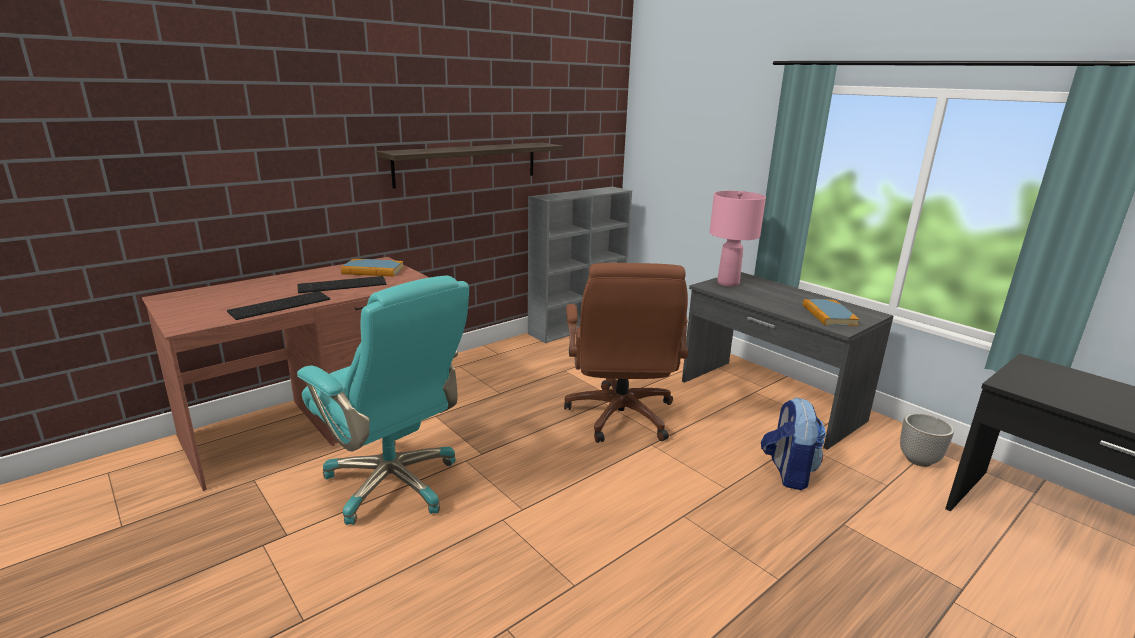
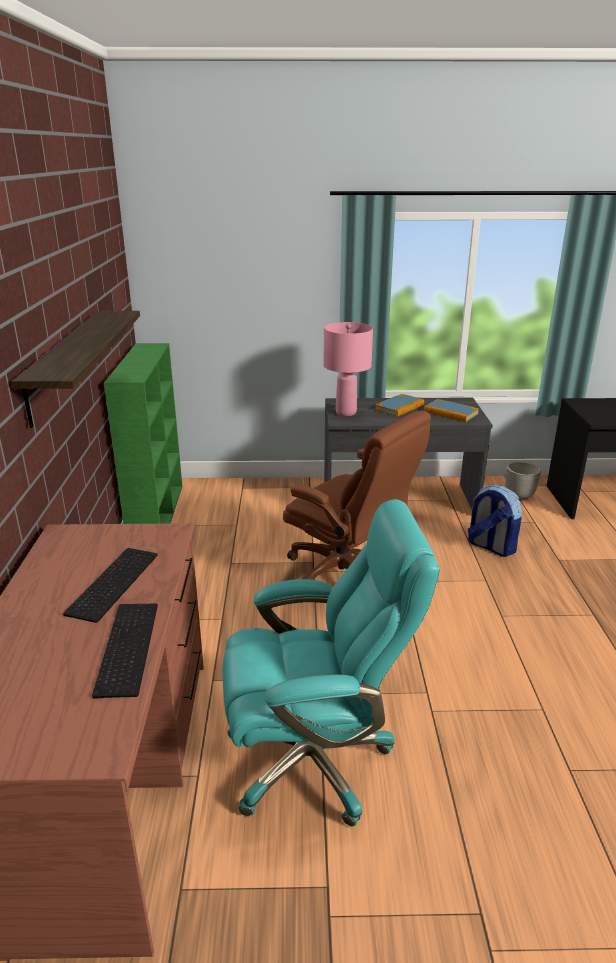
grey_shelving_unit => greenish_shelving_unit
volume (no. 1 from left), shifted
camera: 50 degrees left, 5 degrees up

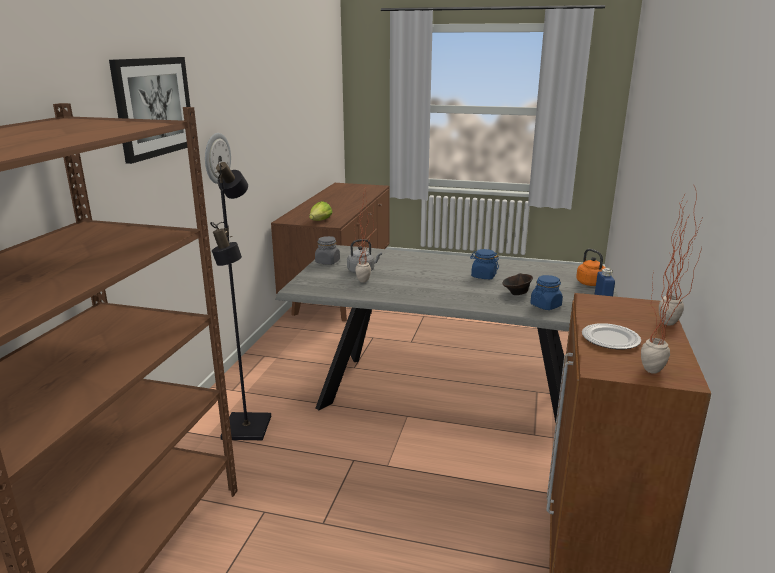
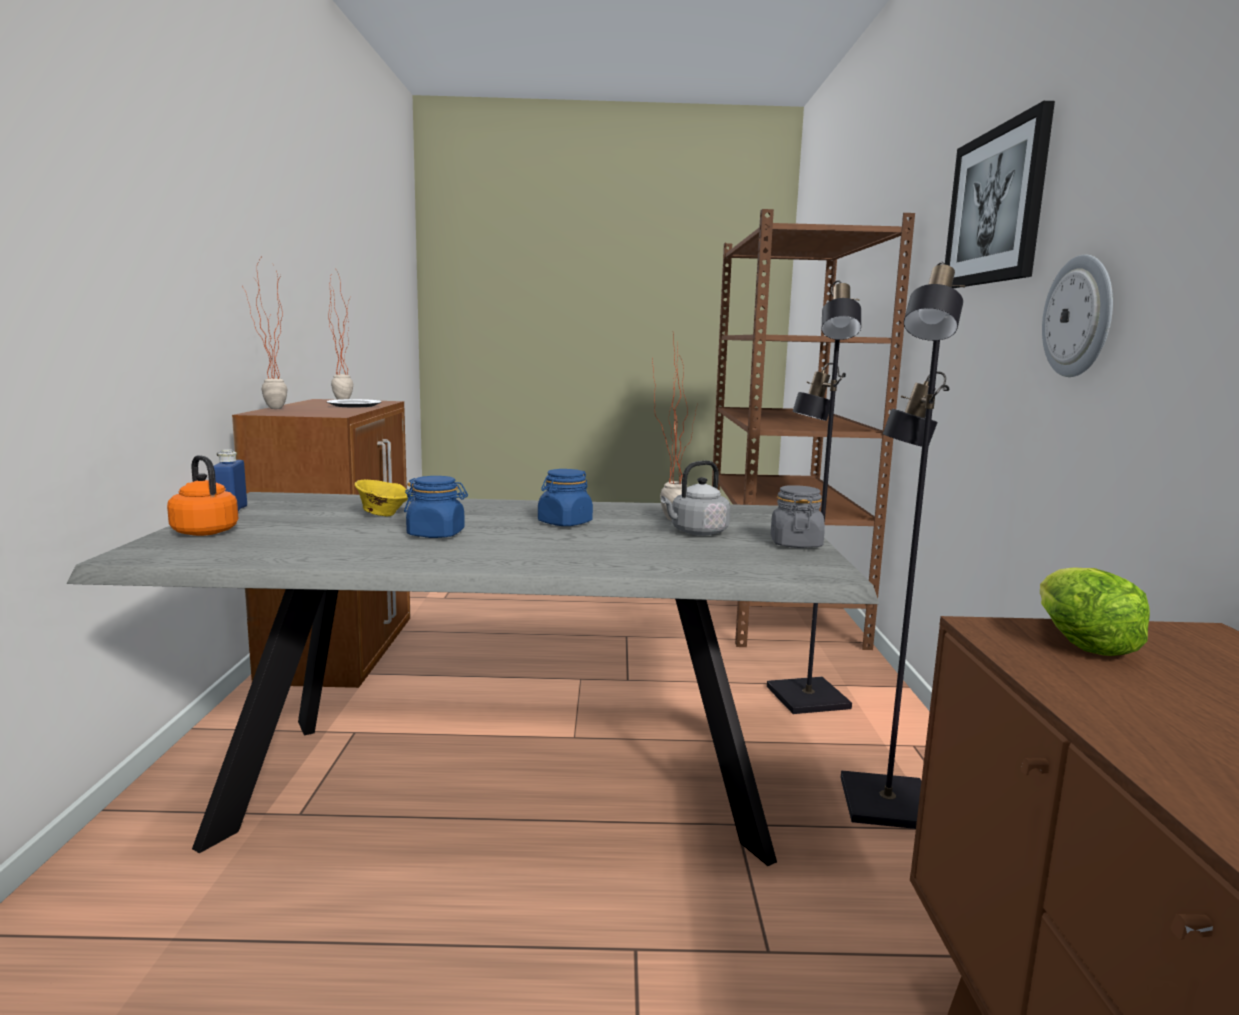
brown-coloured_bowl => yellow-coloured_bowl
blue-coloured_storage_jar (no. 2 from left), shifted
nothing => blackish_standard_lamp (no. 2 from left)
camera: 165 degrees right, 10 degrees down

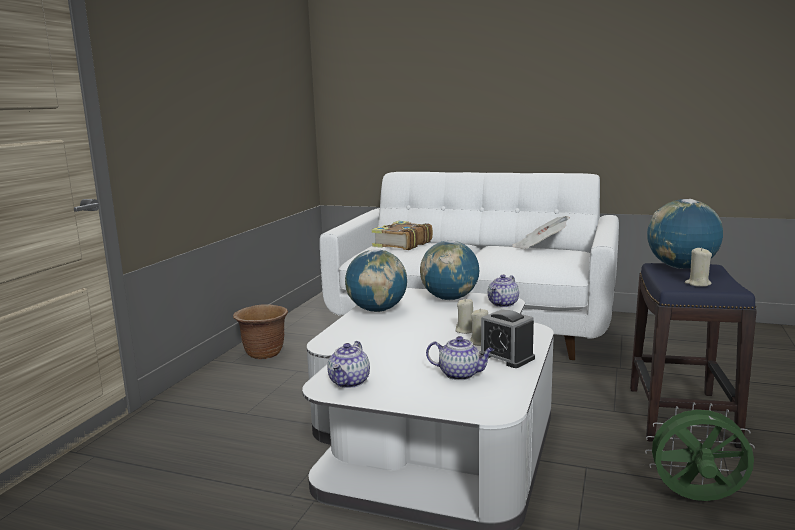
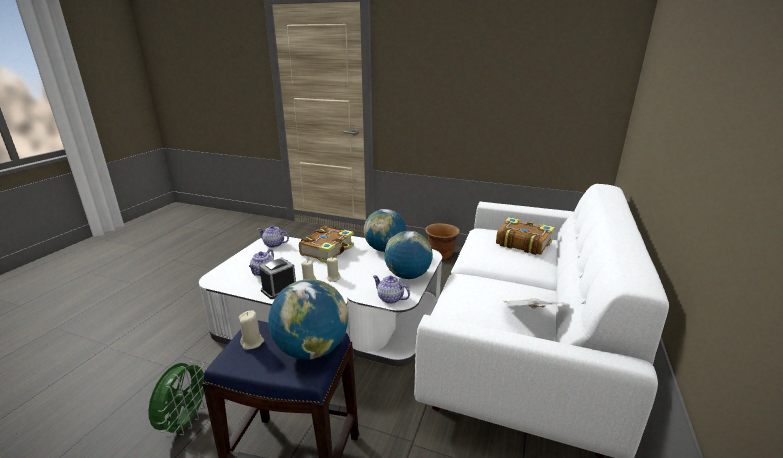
nothing => volume (no. 1 from left)
camera: 90 degrees right, 10 degrees up

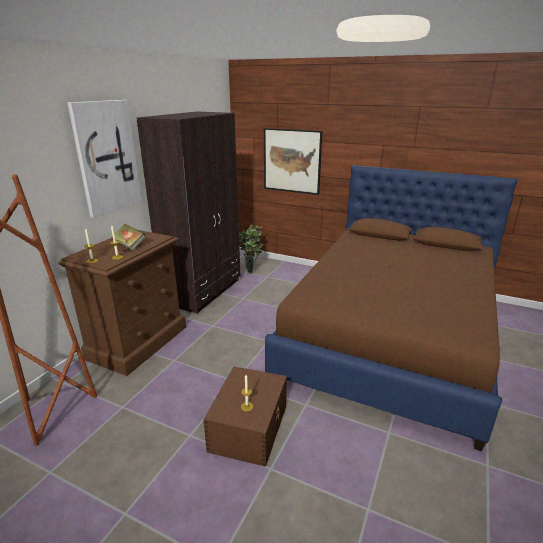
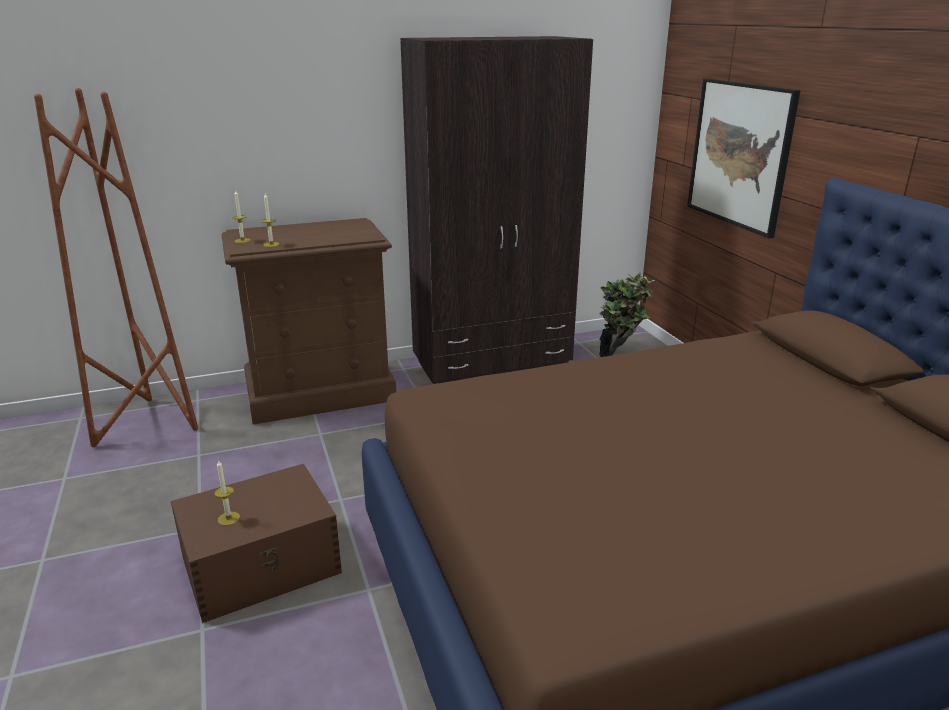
wall_picture (no. 1 from left) => nothing
volume => nothing
camera: 45 degrees right, 0 degrees up

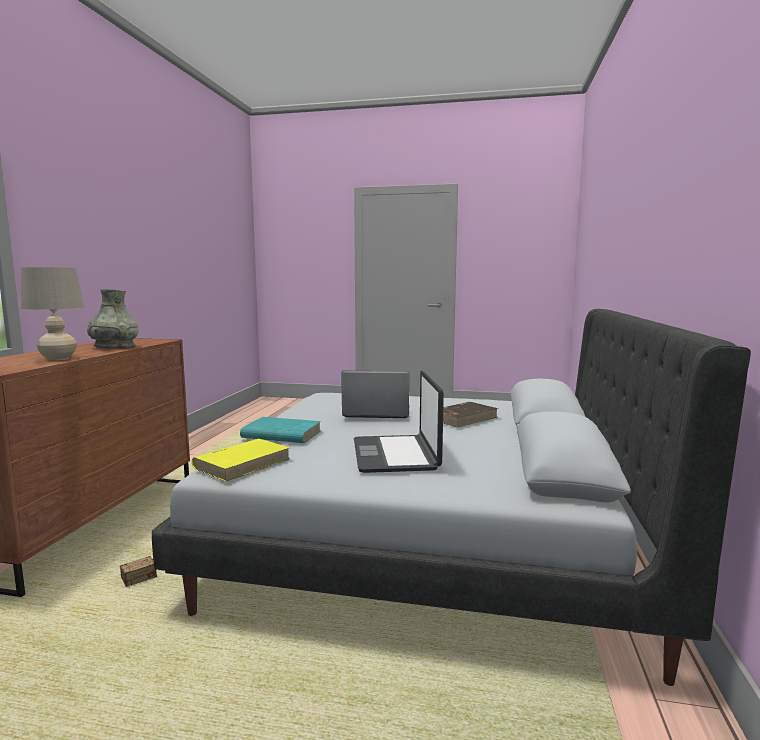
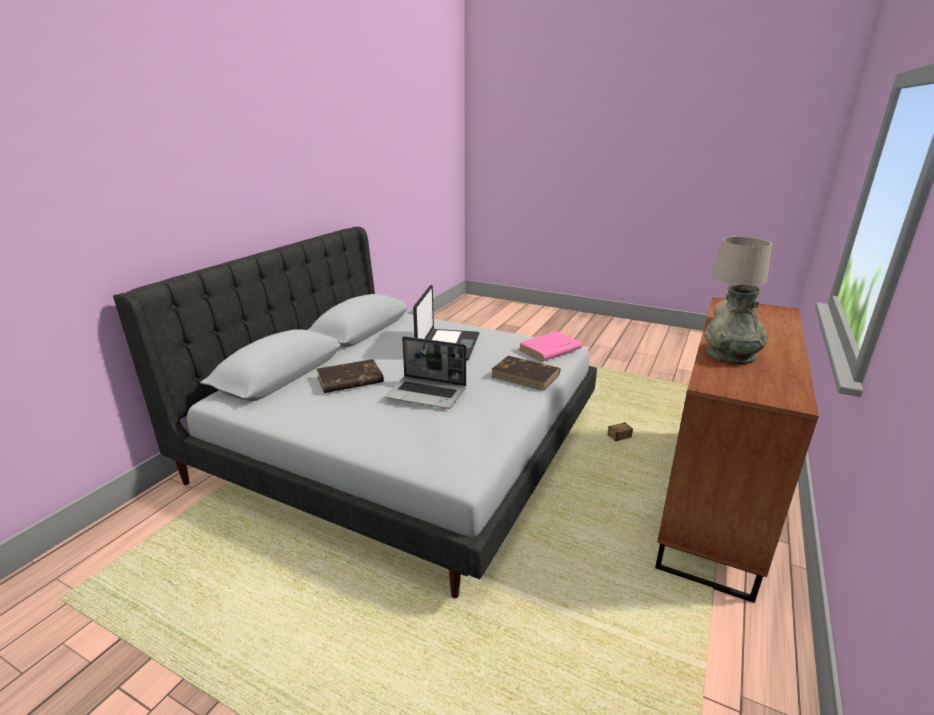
blue-green_volume => brown-coloured_volume (no. 2 from left)
yellow-coloured_volume => pinkish_volume
camera: 165 degrees left, 15 degrees up

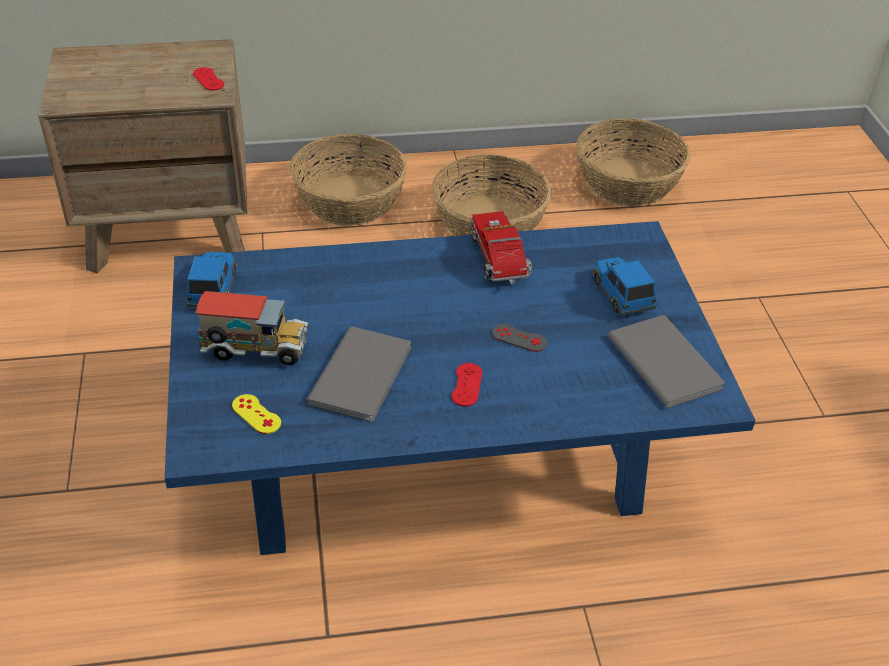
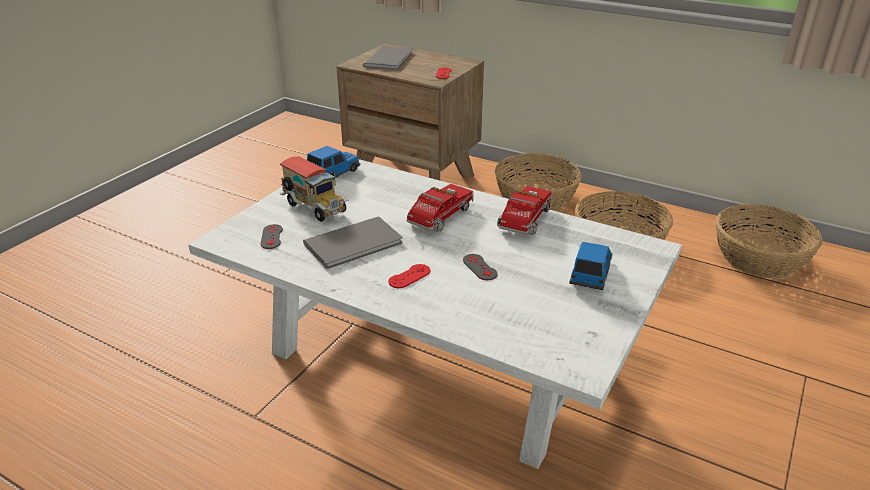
blue-coloured_coffee_table => white_coffee_table
grey_volume (no. 2 from left), shifted
yellow-coloured_game_controller => grey_game_controller (no. 1 from left)
nothing => toy_truck (no. 2 from left)
camera: 40 degrees right, 10 degrees down

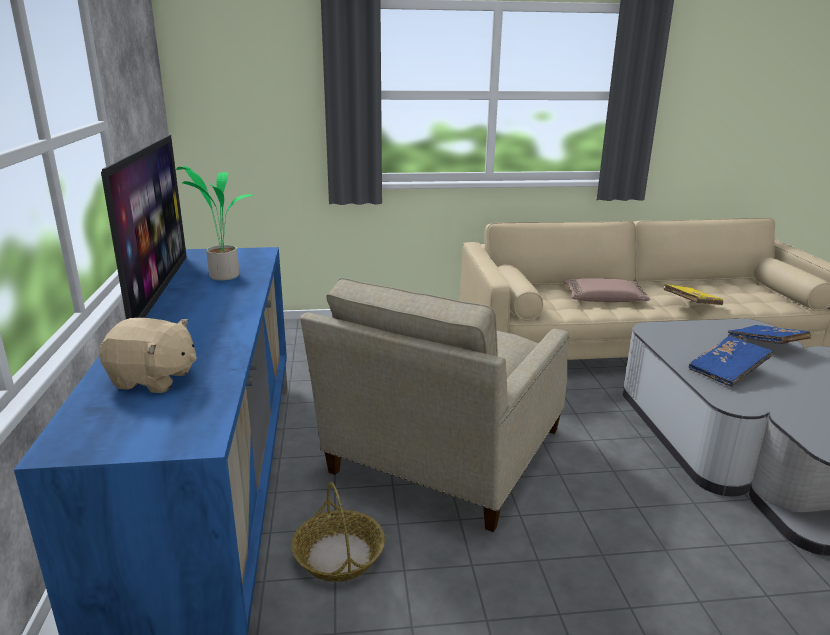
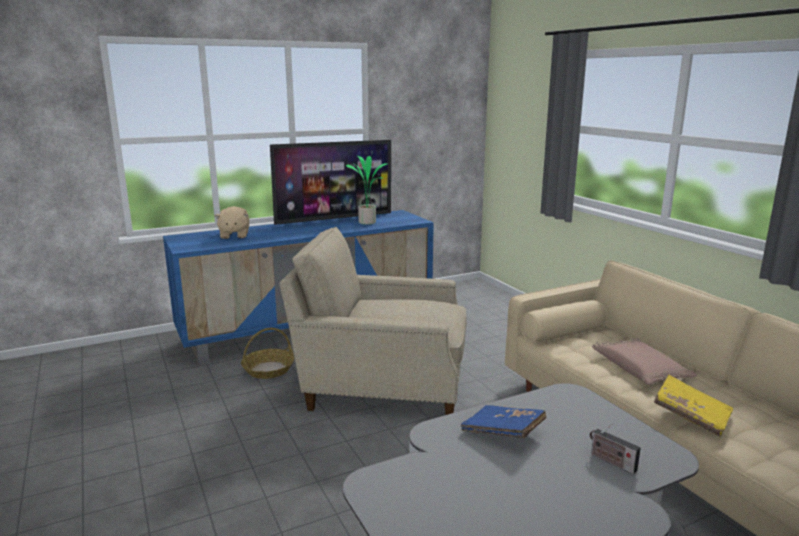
blue-coloured_volume (no. 2 from left) => radio_set
camera: 70 degrees right, 5 degrees down

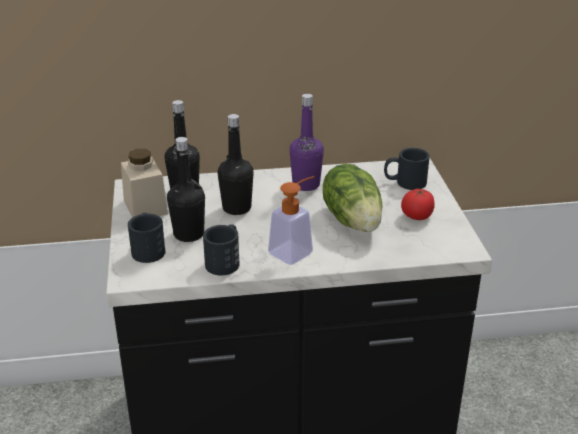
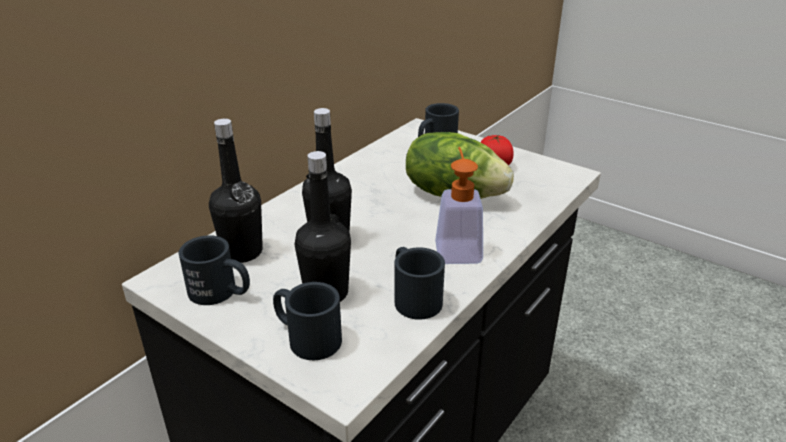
purplish_drink_bottle => nothing
sand-coloured_storage_jar => blackish_coffee_mug (no. 1 from left)
camera: 45 degrees left, 0 degrees up

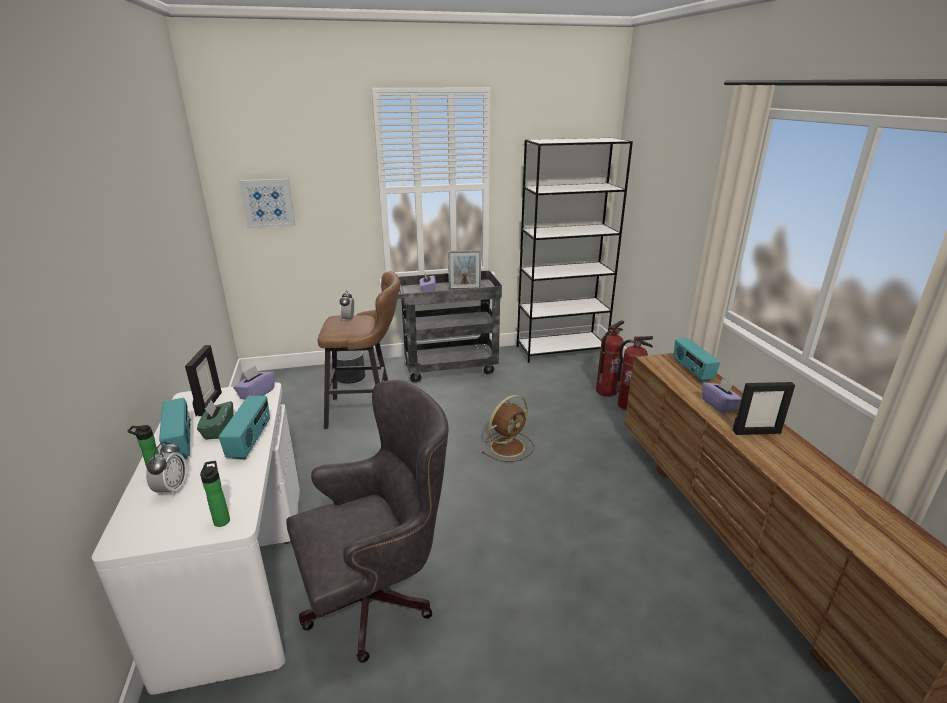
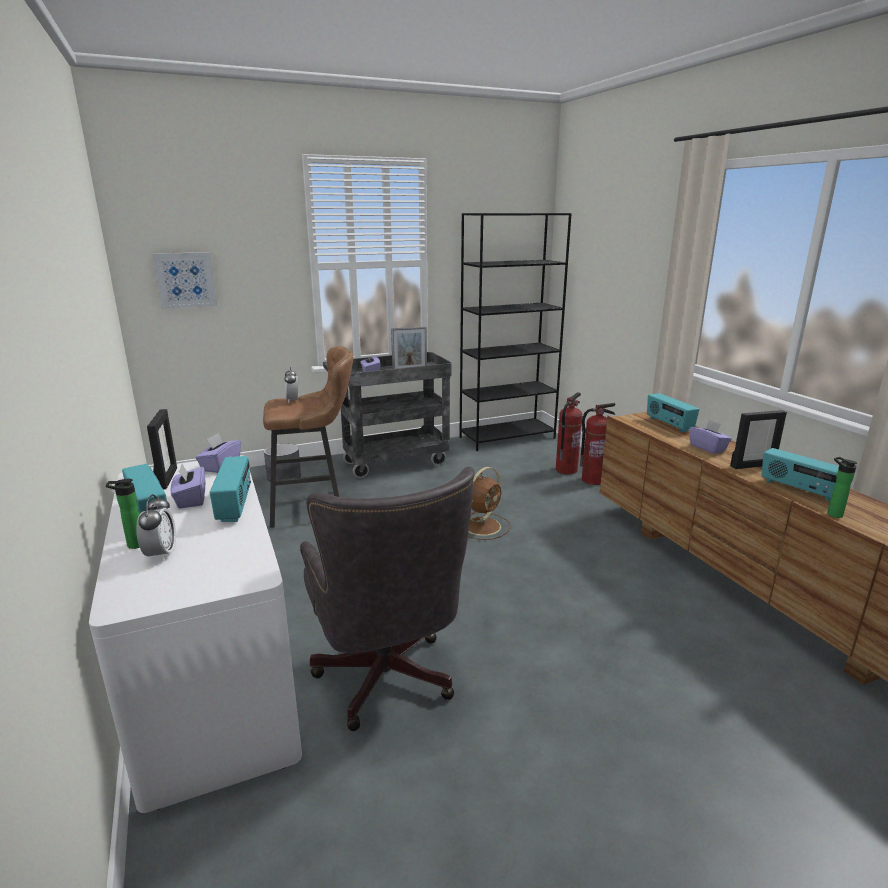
white_shelving_unit => blackish_shelving_unit
grey_office_chair, 105 degrees clockwise
greenish_tissue_holder => purplish_tissue_holder (no. 1 from left)
drink_bottle (no. 2 from left), shifted
nothing => radio_set (no. 4 from left)
camera: 10 degrees left, 5 degrees down

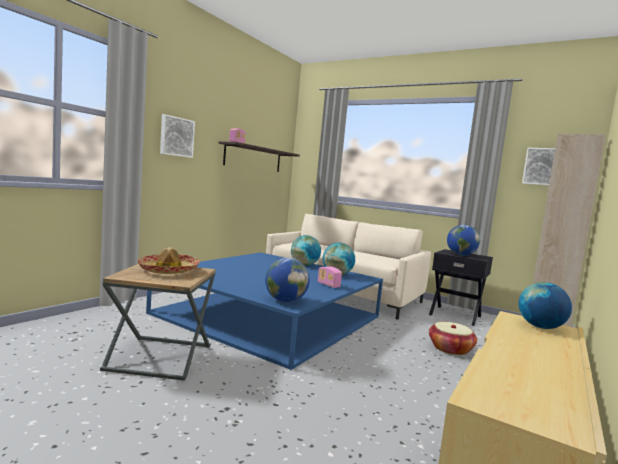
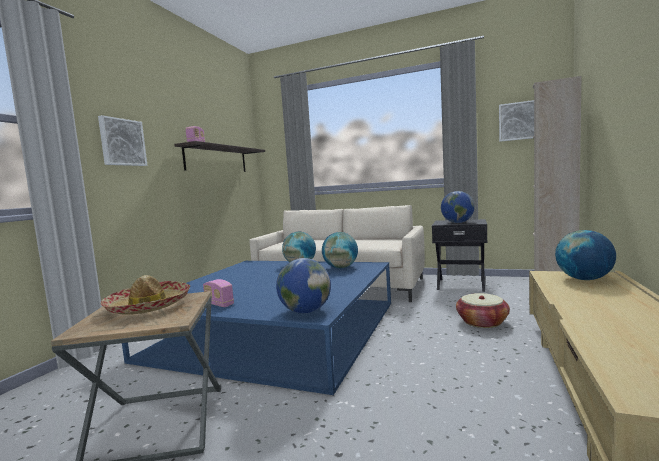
radio_set (no. 2 from left), shifted
camera: 10 degrees left, 0 degrees up

